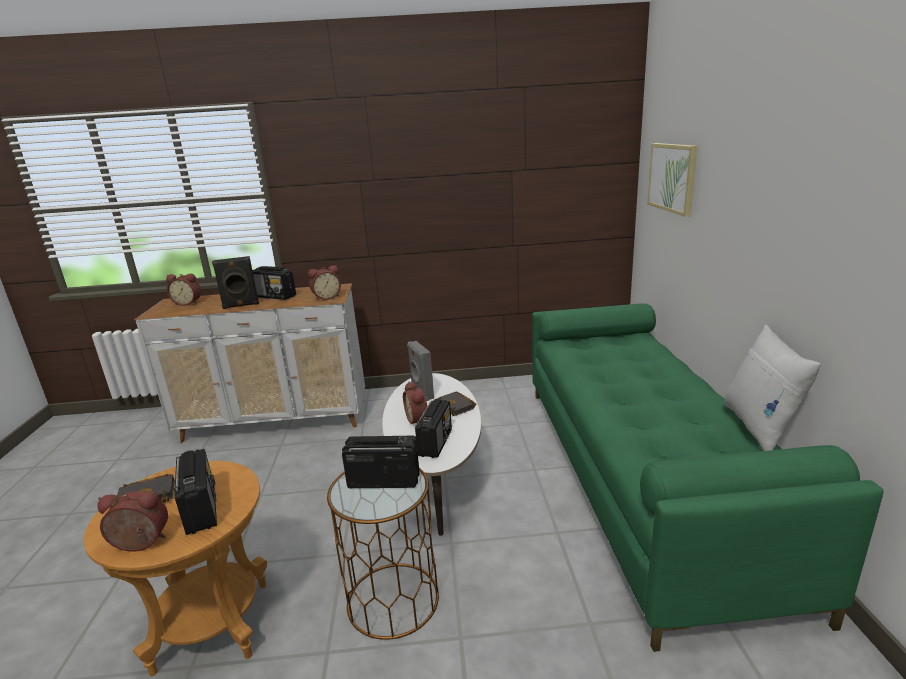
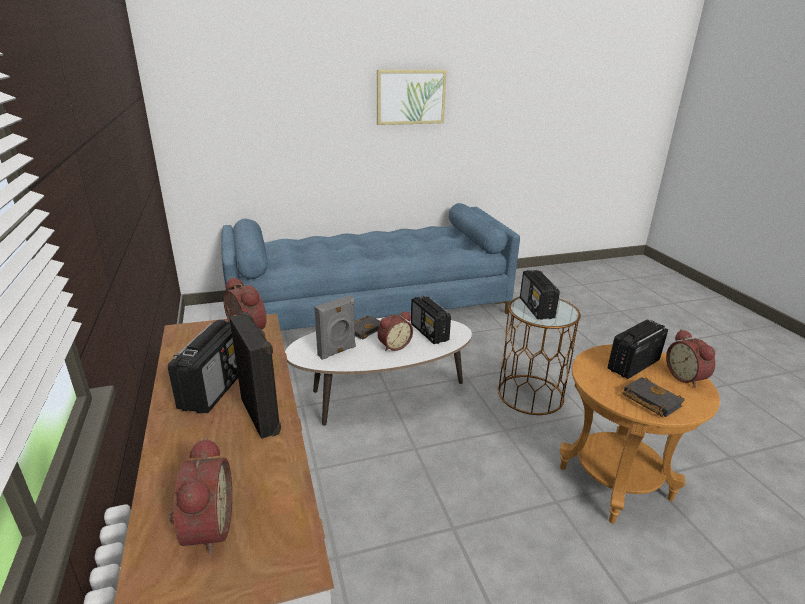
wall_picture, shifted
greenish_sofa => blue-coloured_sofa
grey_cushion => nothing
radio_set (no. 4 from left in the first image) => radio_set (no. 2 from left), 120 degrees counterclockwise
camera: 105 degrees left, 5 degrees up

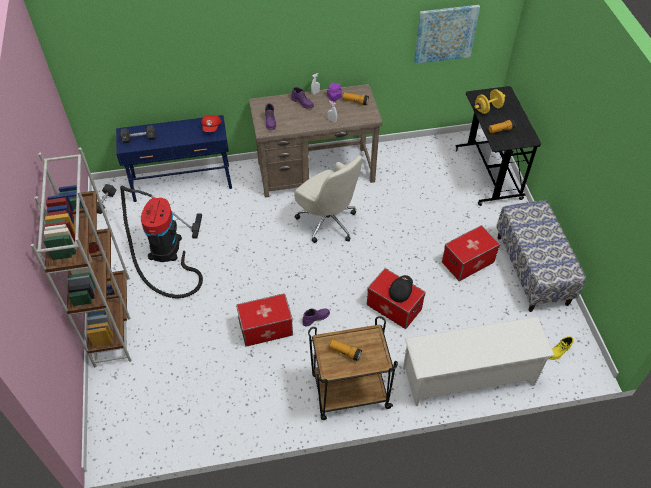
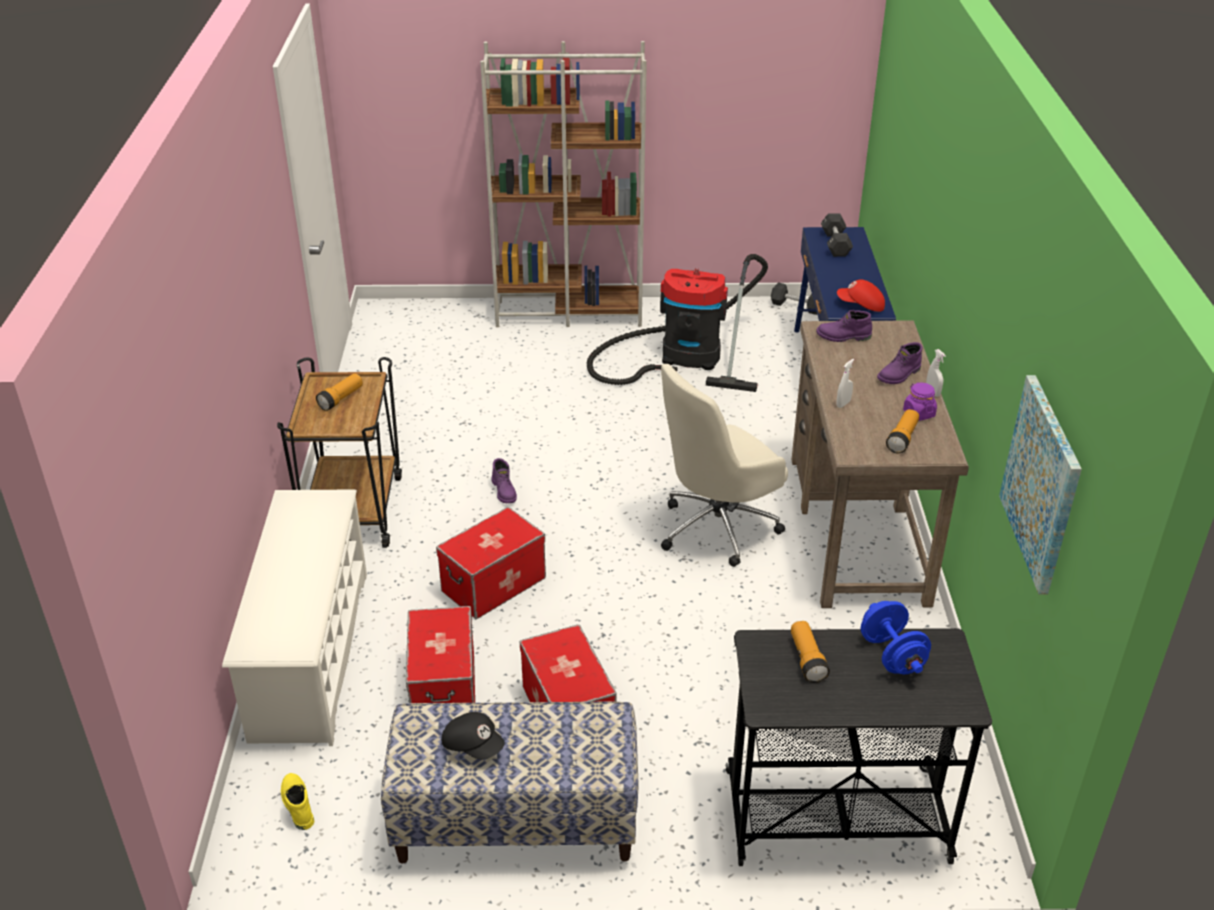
yellow-coloured_hand_weight => blue-coloured_hand_weight
blackish_cap, shifted
storage_bin (no. 1 from left), shifted
camera: 100 degrees right, 15 degrees down

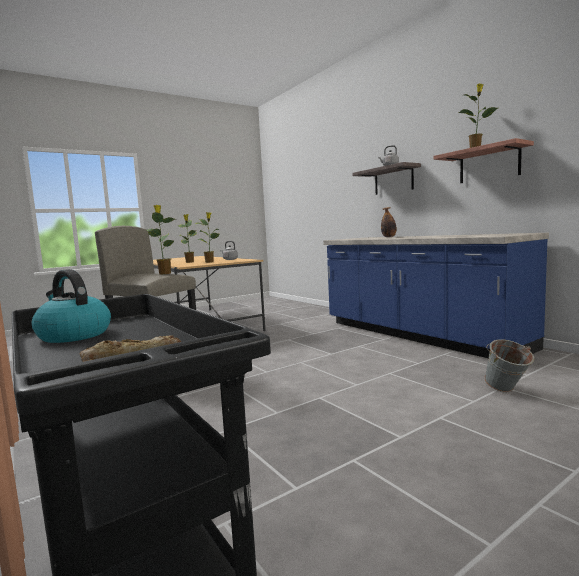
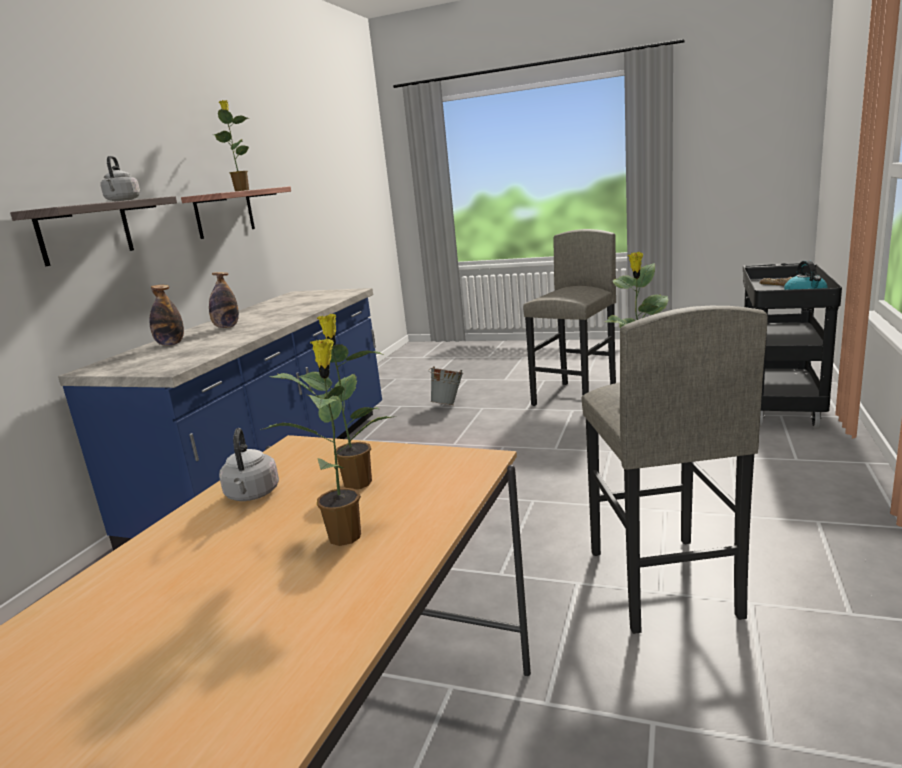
nothing => grey_sitting_stool (no. 1 from left)
nothing => drink_bottle (no. 2 from left)
camera: 125 degrees left, 10 degrees up

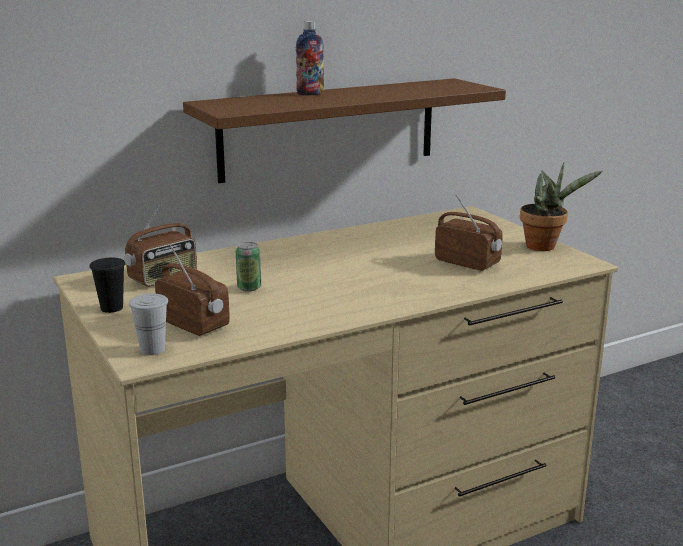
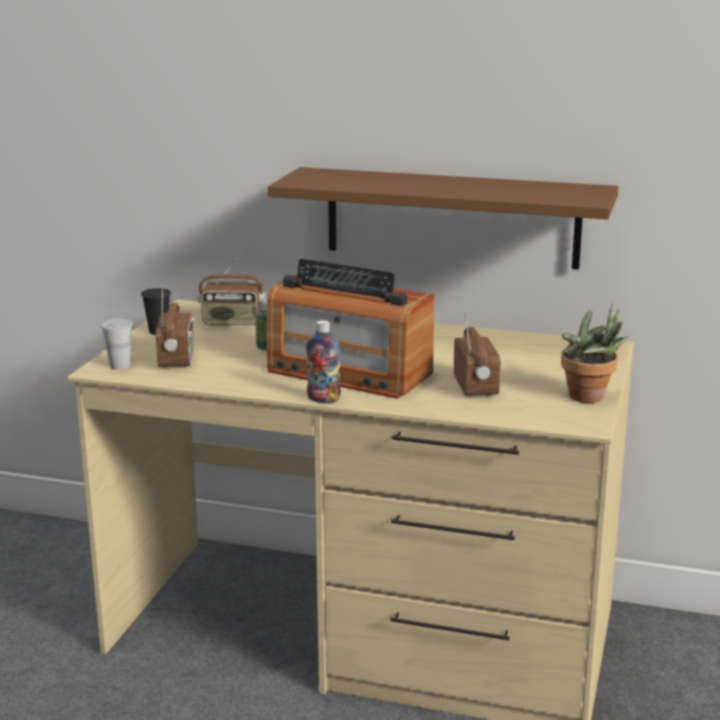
drink_bottle, shifted
nothing => radio_set (no. 3 from left)
camera: 45 degrees right, 0 degrees up

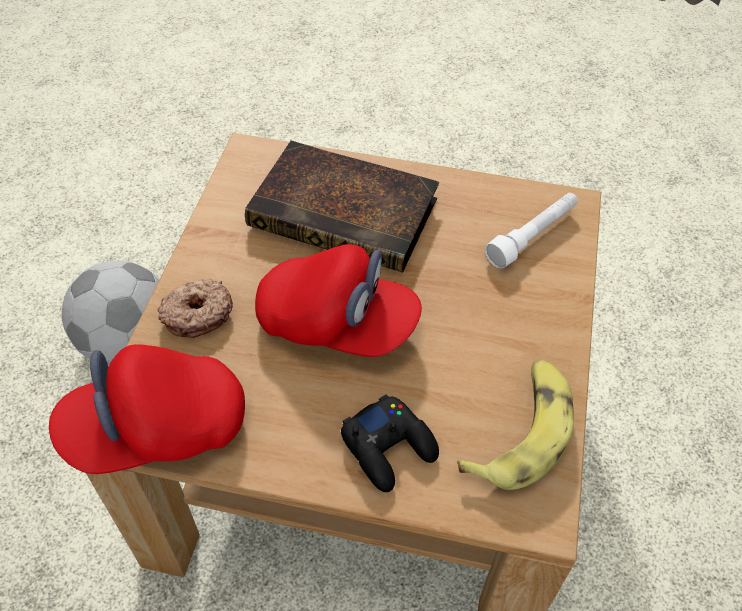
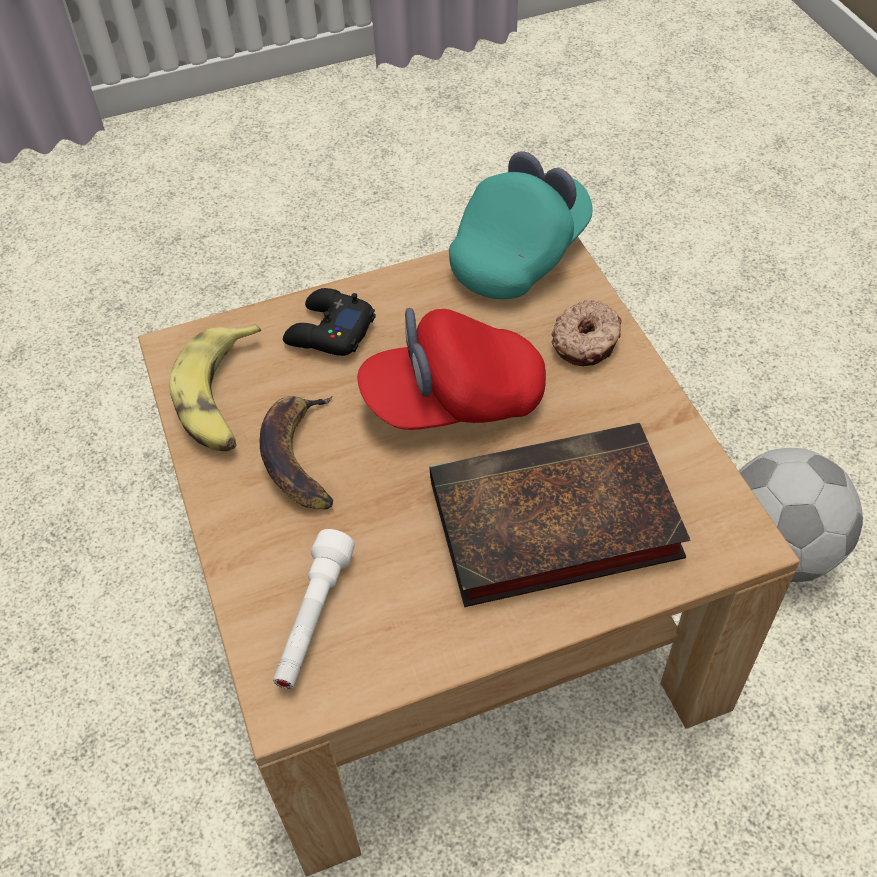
red_cap (no. 1 from left) => blue-green_cap
nothing => whole_banana (no. 2 from left)
camera: 150 degrees right, 0 degrees up

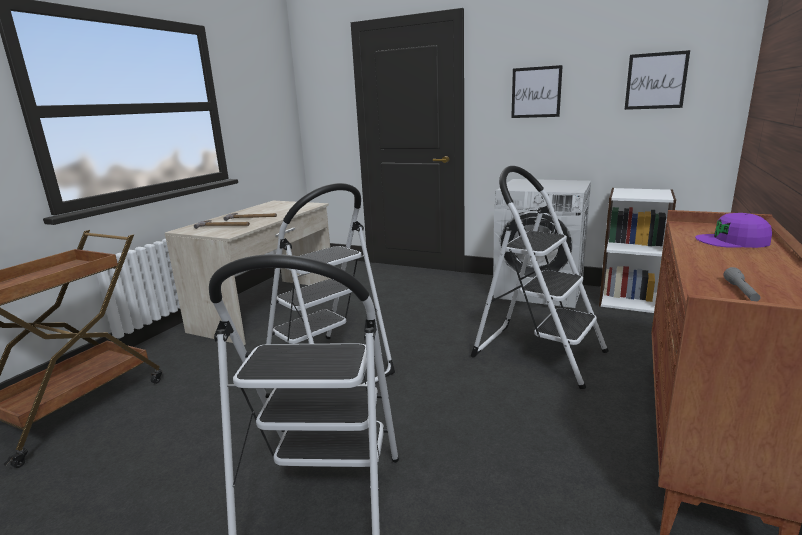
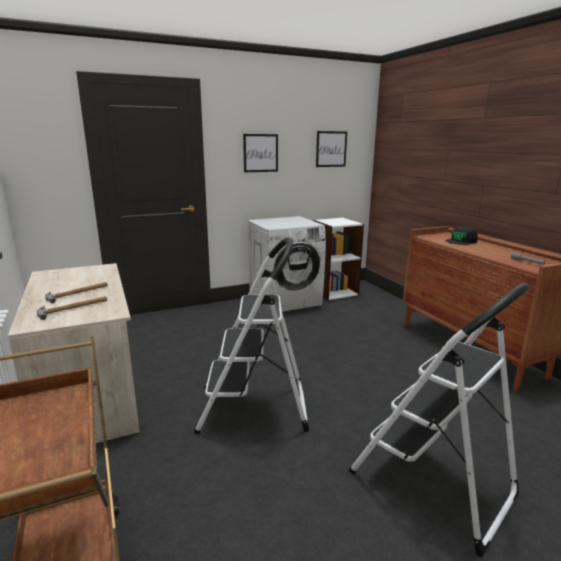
stepladder (no. 3 from left) => nothing
purplish_cap => blackish_cap
camera: 50 degrees left, 0 degrees up

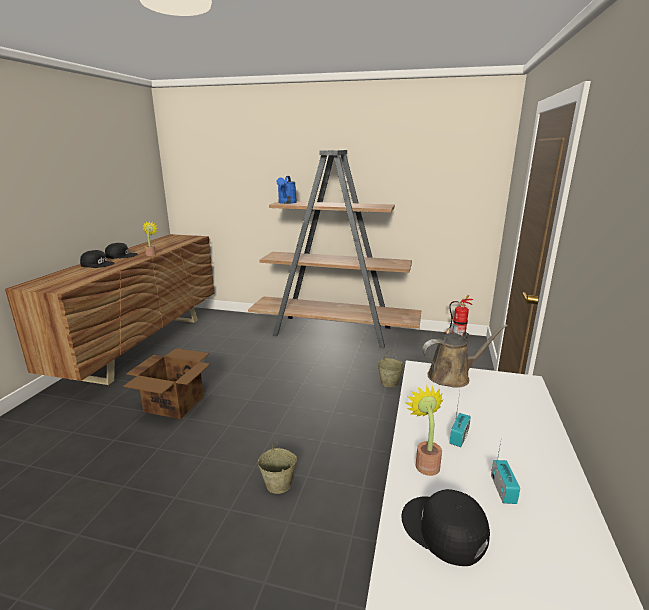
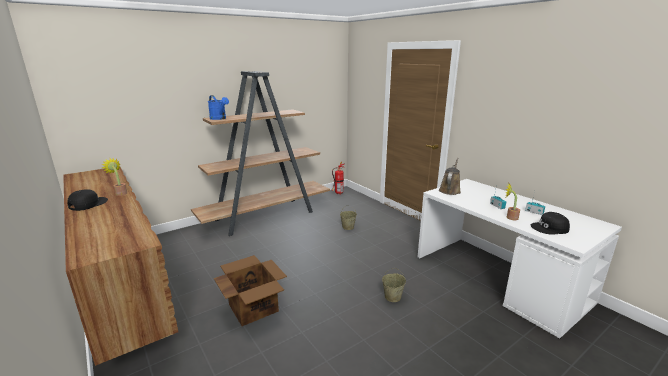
blackish_cap (no. 1 from left) => nothing
camera: 50 degrees left, 0 degrees up

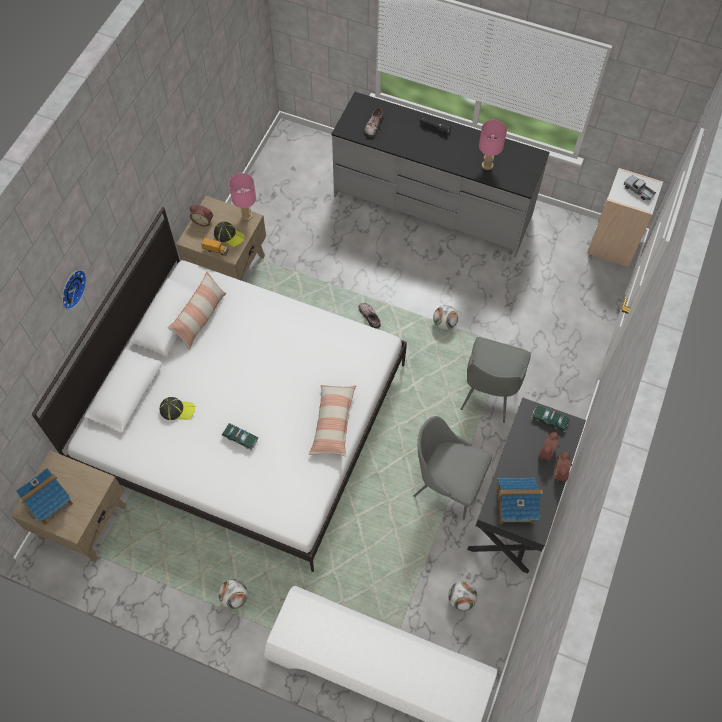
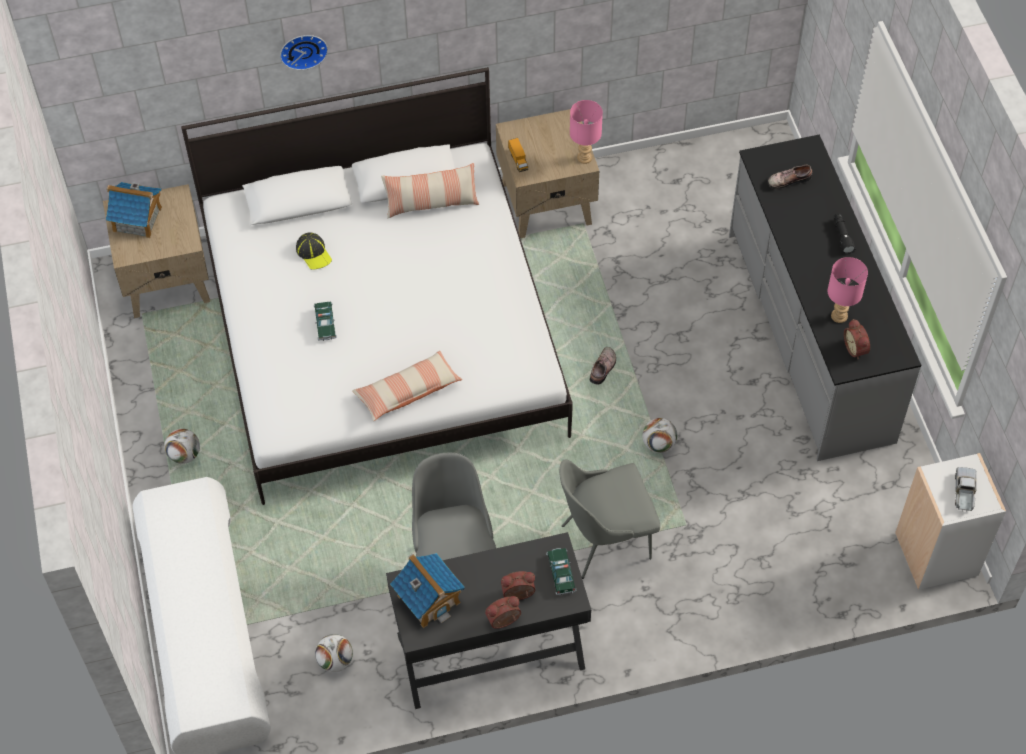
bedside_clock (no. 1 from left in the first image) => bedside_clock (no. 3 from left), shifted
cap (no. 2 from left) => nothing
camera: 55 degrees right, 5 degrees down

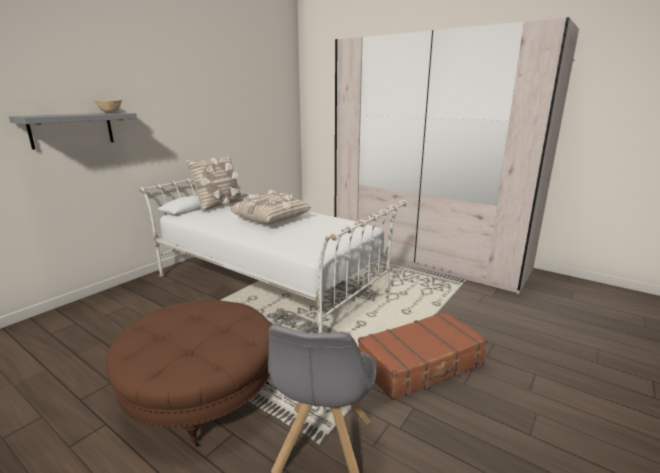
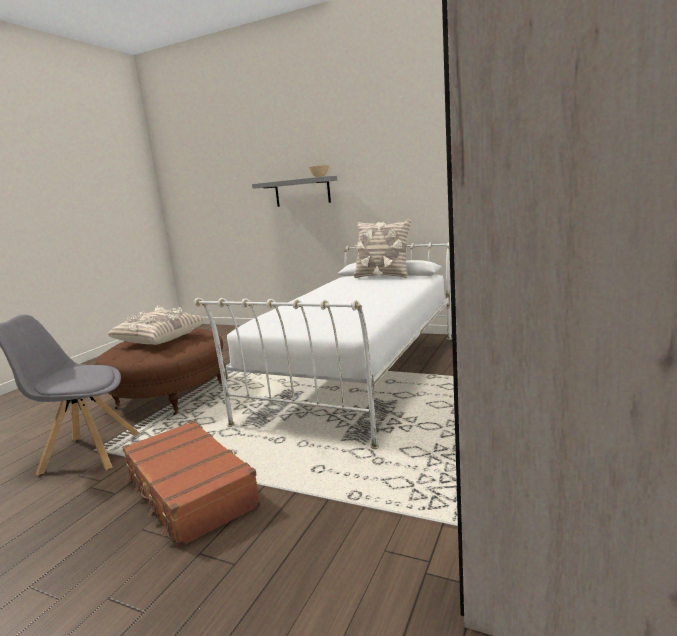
sand-coloured_cushion (no. 2 from left in the first image) => sand-coloured_cushion (no. 1 from left), shifted
camera: 80 degrees right, 5 degrees down

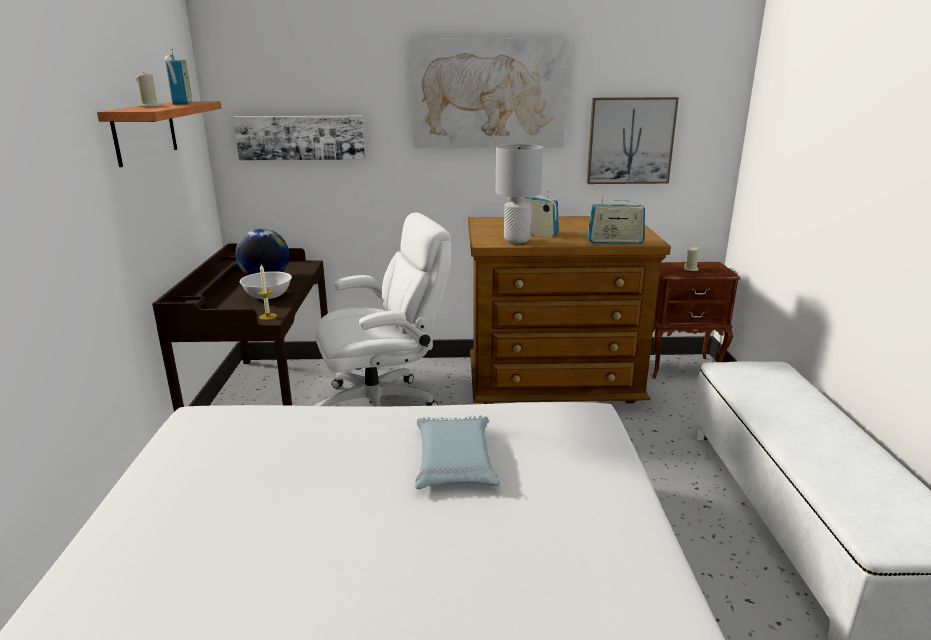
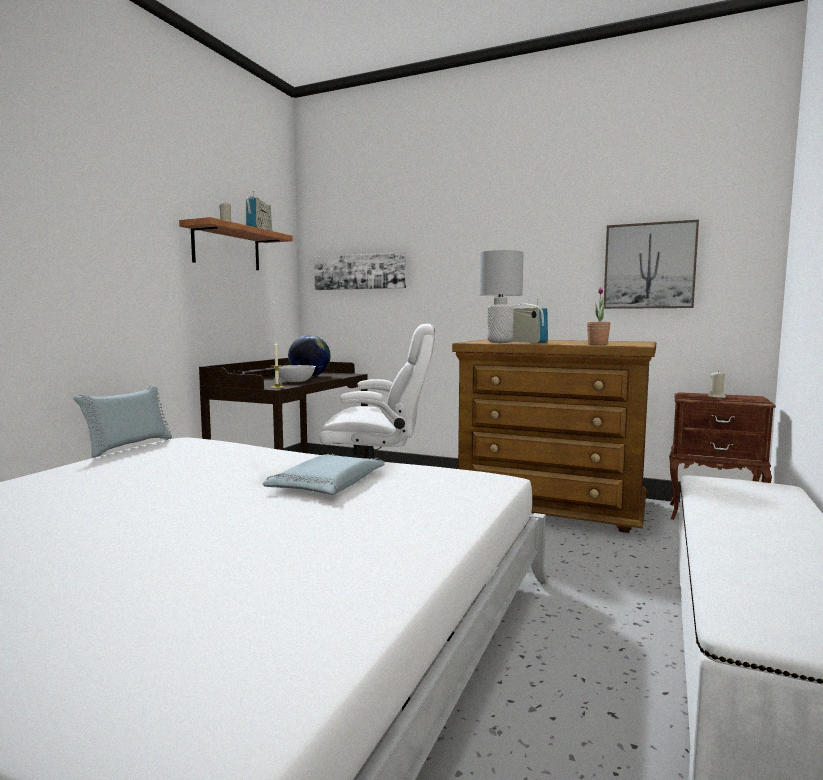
wall_picture (no. 2 from left) => nothing
radio_set (no. 3 from left) => plant_in_a_pot
nothing => blue-coloured_cushion (no. 1 from left)
camera: 25 degrees right, 15 degrees down

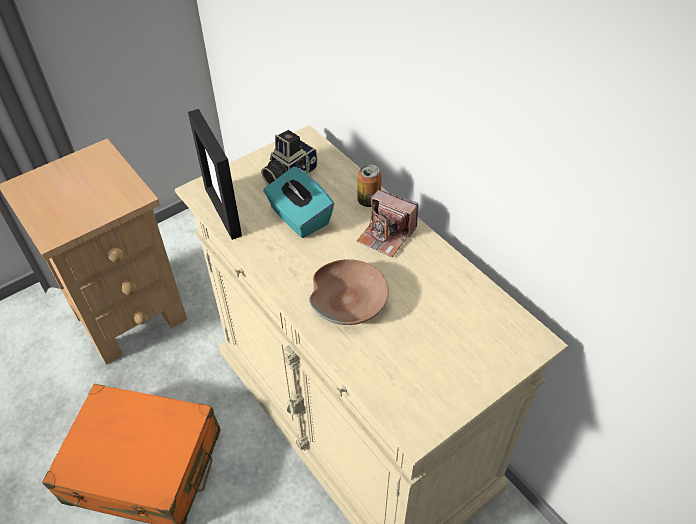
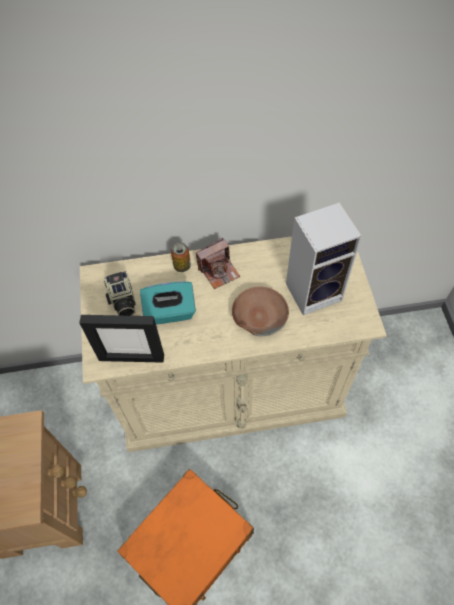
nothing => speaker
camera: 60 degrees left, 10 degrees up

